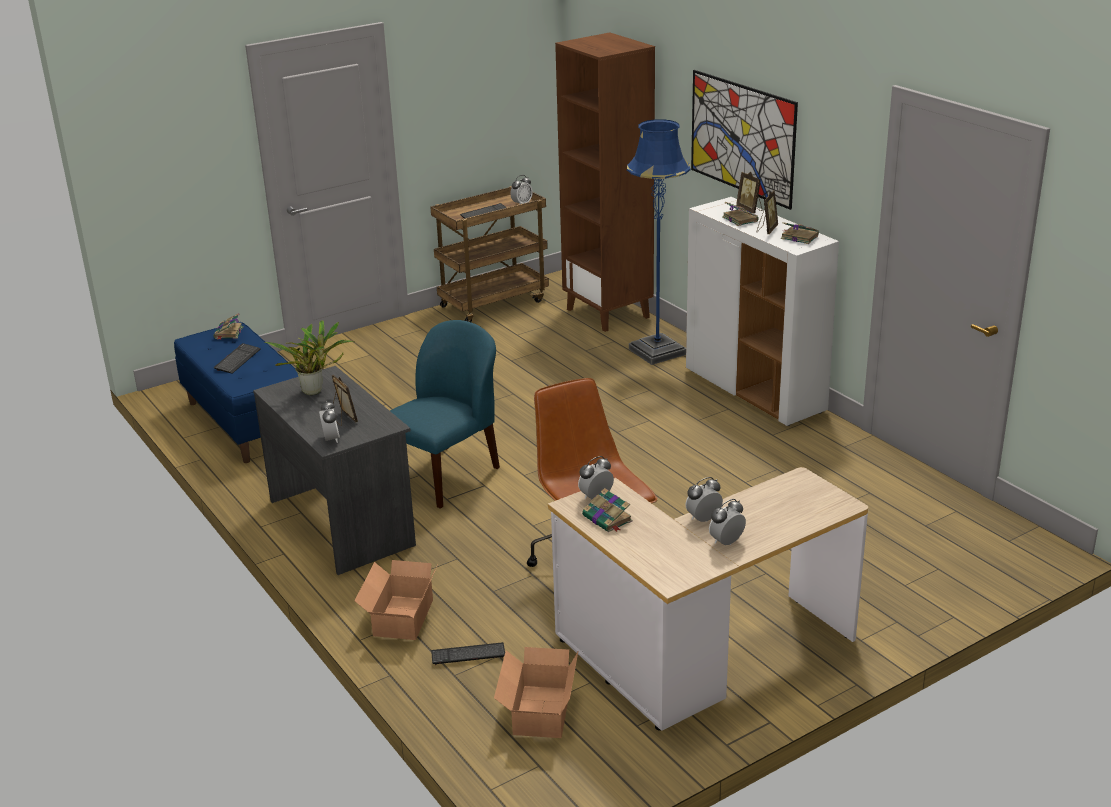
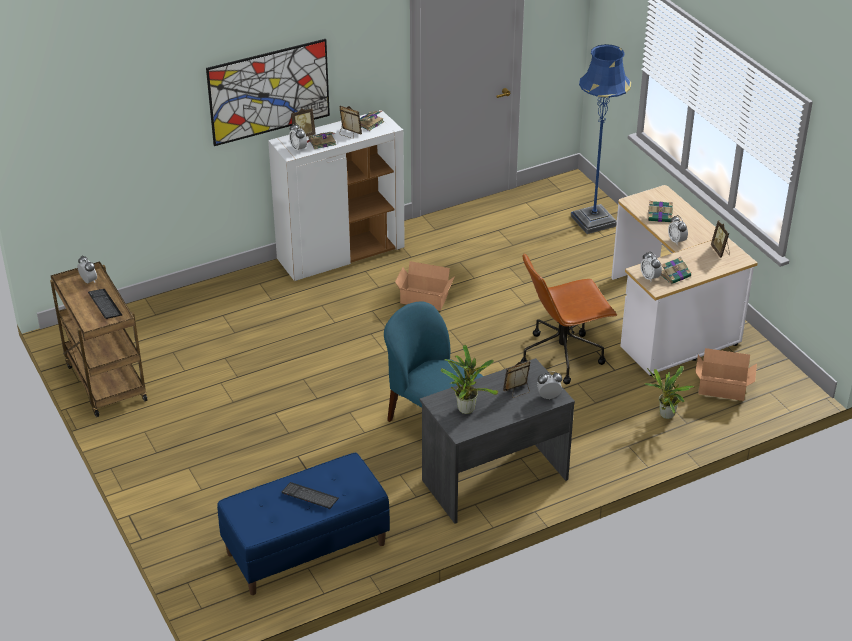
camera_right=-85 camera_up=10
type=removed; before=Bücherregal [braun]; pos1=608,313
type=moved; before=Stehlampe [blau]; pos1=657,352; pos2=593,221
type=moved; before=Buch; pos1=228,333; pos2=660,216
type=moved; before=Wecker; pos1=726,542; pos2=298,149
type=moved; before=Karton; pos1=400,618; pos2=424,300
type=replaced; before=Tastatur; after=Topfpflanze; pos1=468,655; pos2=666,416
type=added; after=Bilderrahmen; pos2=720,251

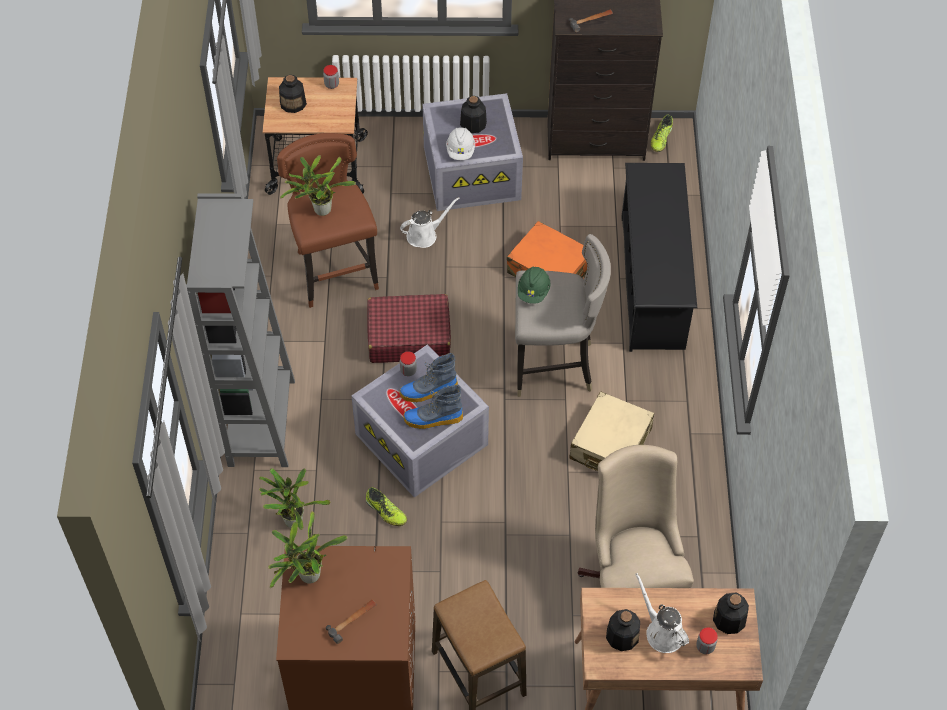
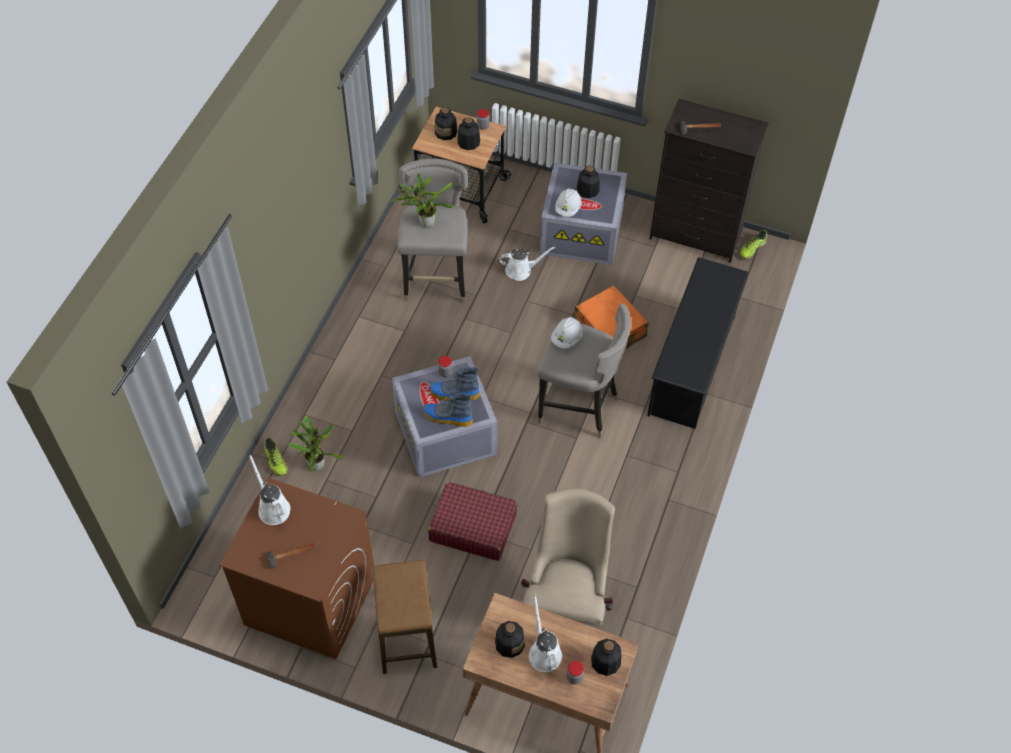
camera_right=20 camera_up=0
type=recoloured; before=Hocker [braun]; after=Hocker [grau]; pos1=335,271; pos2=437,278
type=removed; before=Bücherregal [grau]; pos1=261,423
type=recoloured; before=Schutzhelm [grün]; after=Schutzhelm [weiß]; pos1=533,291; pos2=567,338
type=moved; before=Koffer [rot]; pos1=408,336; pos2=472,527
type=removed; before=Koffer [beige]; pos1=610,444
type=moved; before=Schuh; pos1=386,511; pos2=275,461
type=replaced; before=Topfpflanze; after=Gießkanne [weiß]; pos1=307,577; pos2=272,507
type=added; after=Flasche; pos2=468,142

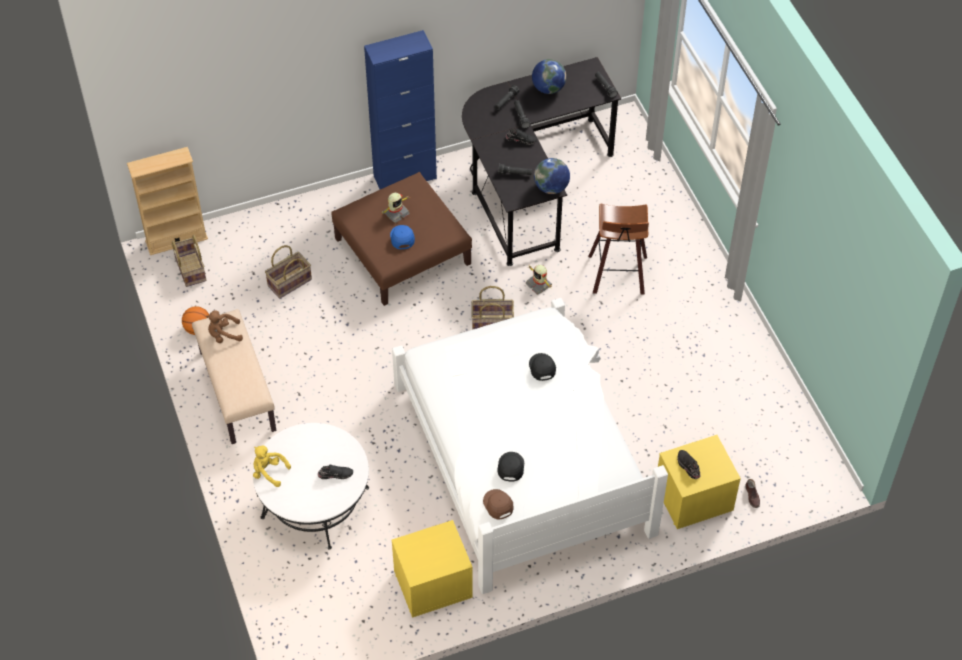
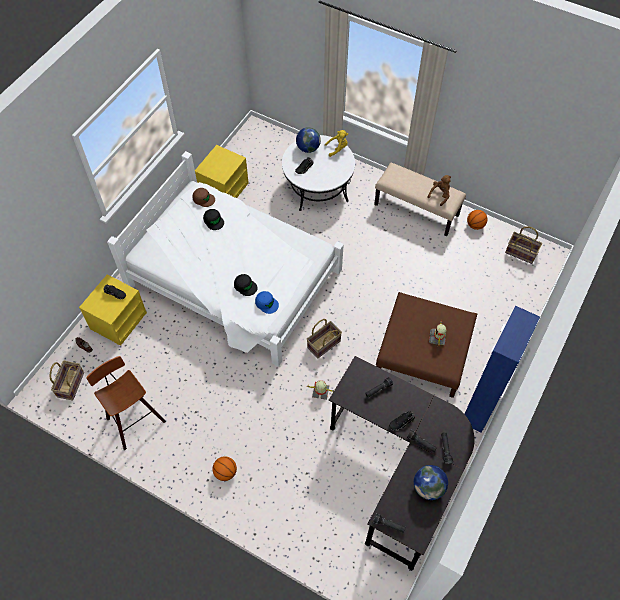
camera_right=140 camera_up=5
type=removed; before=Bücherregal [beige]; pos1=176,240
type=moved; before=Globus; pos1=551,188; pos2=308,148
type=moved; before=Hocker; pos1=618,276; pos2=133,420
type=moved; before=Kappe [blau]; pos1=402,238; pos2=266,303
type=moved; before=Korb; pos1=290,283; pos2=70,384
type=added; after=Basketball; pos2=225,472

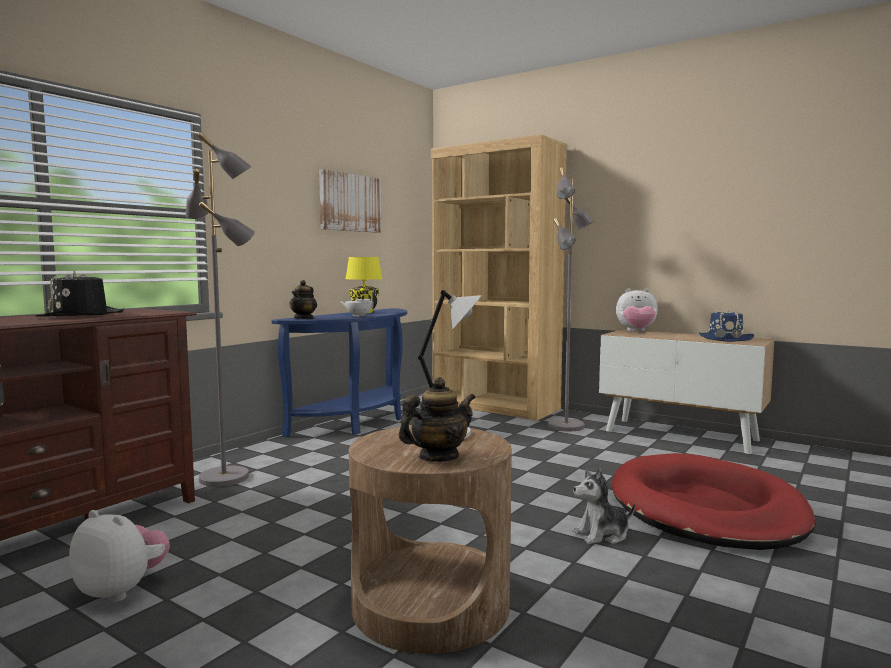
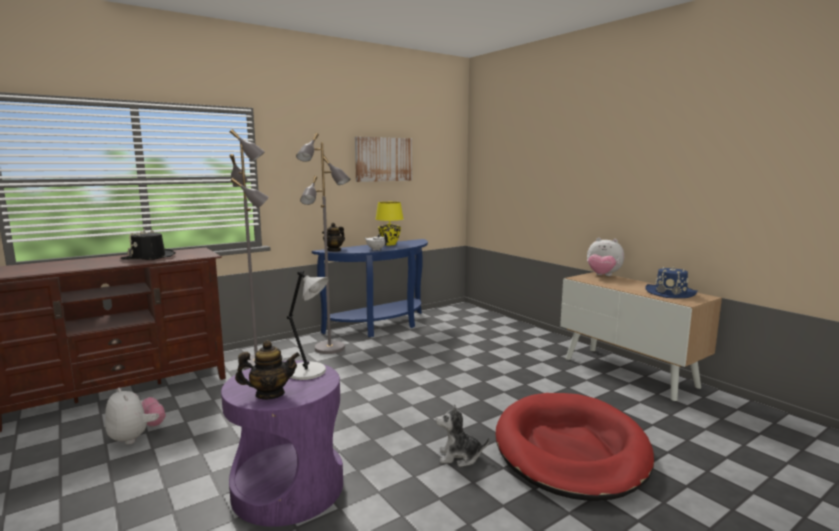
camera_right=20 camera_up=5
type=removed; before=Bücherregal [braun]; pos1=495,406
type=moved; before=Stehlampe [grau]; pos1=567,426; pos2=330,349
type=recoloured; before=Beistelltisch [braun]; after=Beistelltisch [lila]; pos1=430,605; pos2=287,488

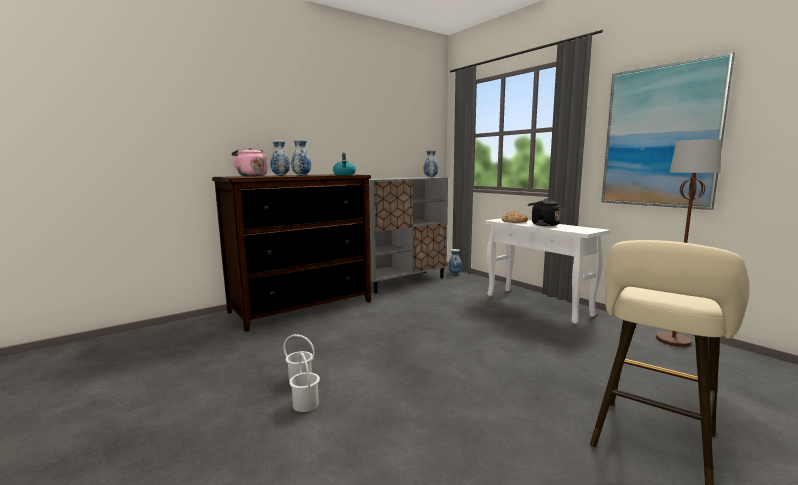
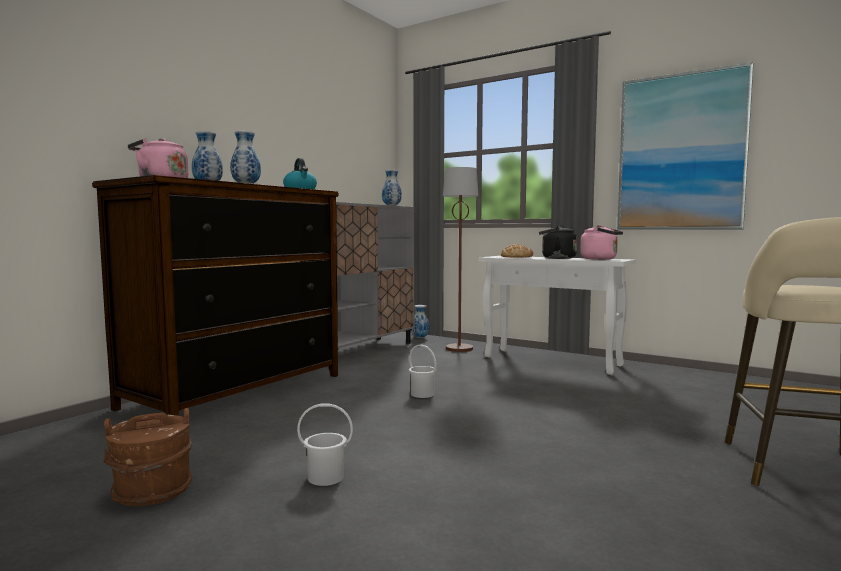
camera_right=-20 camera_up=-5
type=moved; before=Stehlampe [braun]; pos1=673,340; pos2=459,348
type=moved; before=Eimer [weiß]; pos1=305,404; pos2=422,394
type=added; after=Wasserkessel [rosa]; pos2=601,259
type=added; after=Eimer [braun]; pos2=152,491

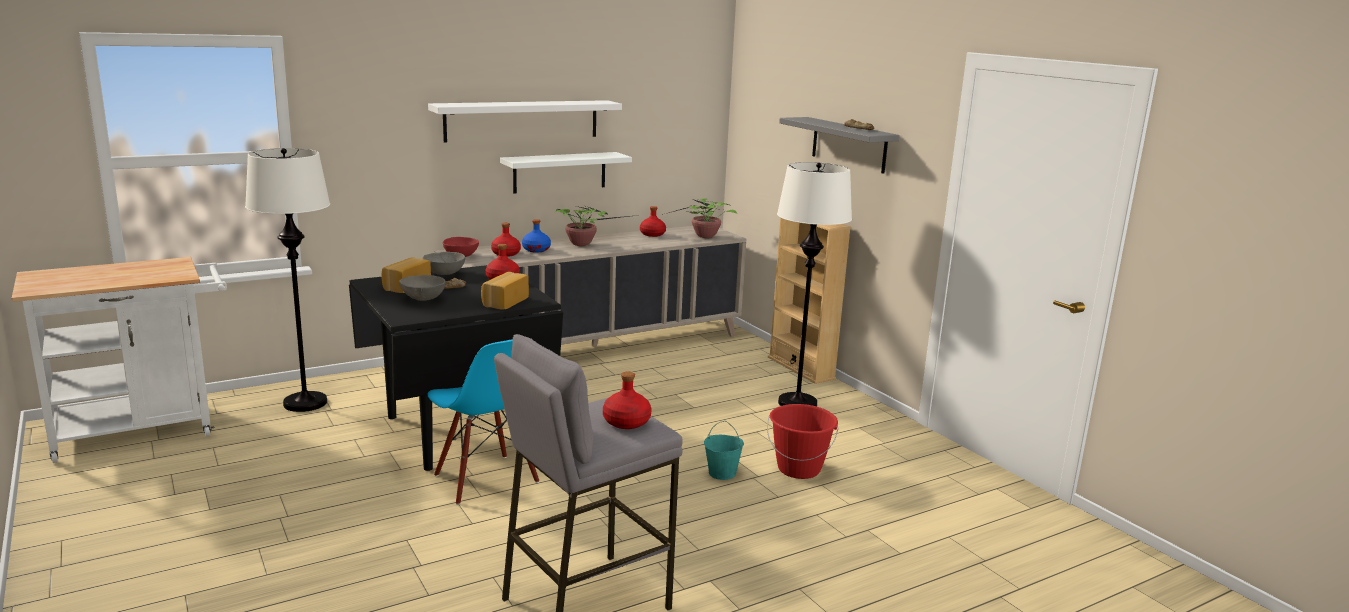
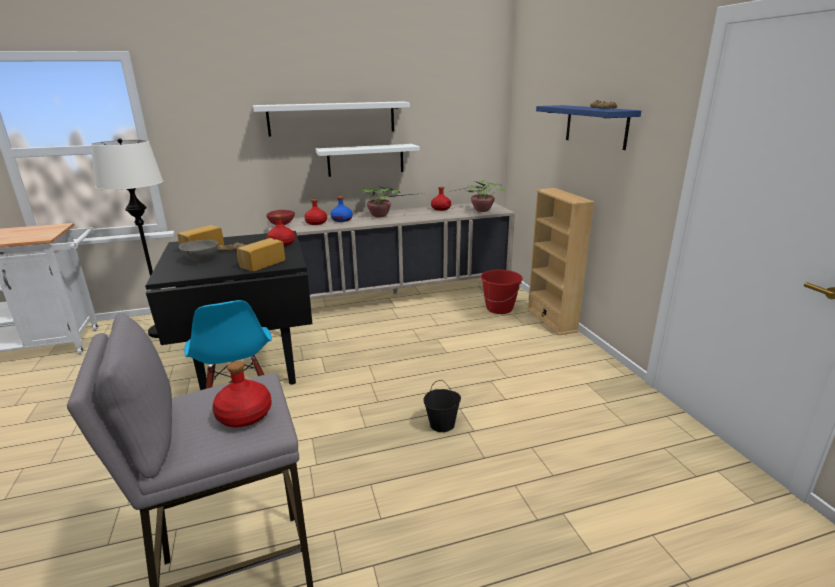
camera_right=15 camera_up=5
type=recoloured; before=Wandregal [grau]; after=Wandregal [blau]; pos1=849,144; pos2=596,126
type=removed; before=Stehlampe [weiß]; pos1=798,403
type=removed; before=Schüssel [grau]; pos1=444,273
type=moved; before=Eimer [rot]; pos1=799,469; pos2=499,308
type=recoloured; before=Eimer [türkis]; after=Eimer [schwarz]; pos1=722,473; pos2=442,424

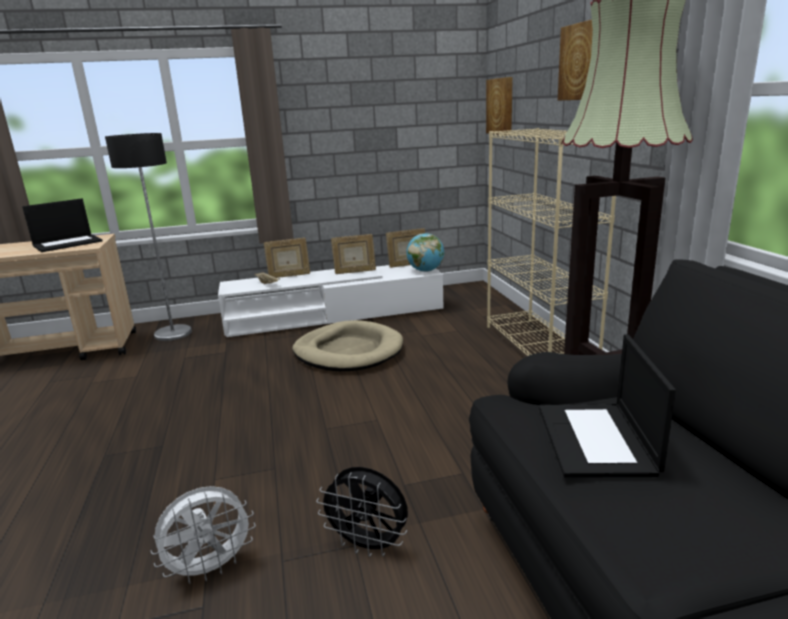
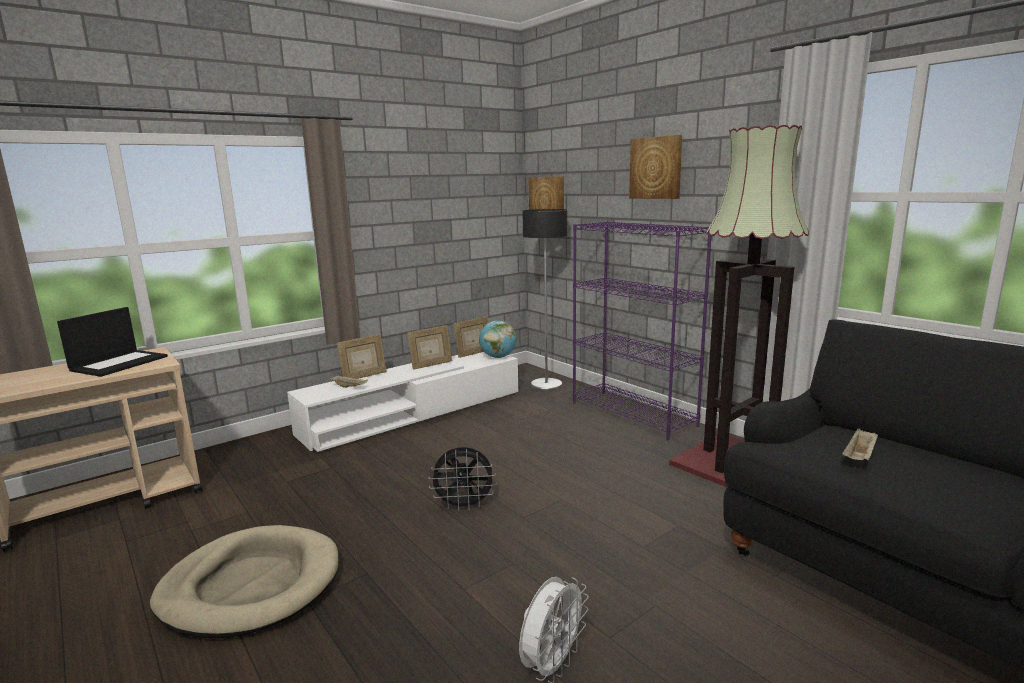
camera_right=-25 camera_up=-5
type=recoloured; before=Bücherregal [beige]; after=Bücherregal [lila]; pos1=539,348; pos2=633,414
type=moved; before=Stehlampe; pos1=172,333; pos2=546,385
type=moved; before=Hundebett [beige]; pos1=348,351; pos2=251,585
type=replaced; before=Laptop; after=Tablett [beige]; pos1=597,440; pos2=859,457
type=moved; before=Ventilator [schwarz]; pos1=368,545; pos2=464,506

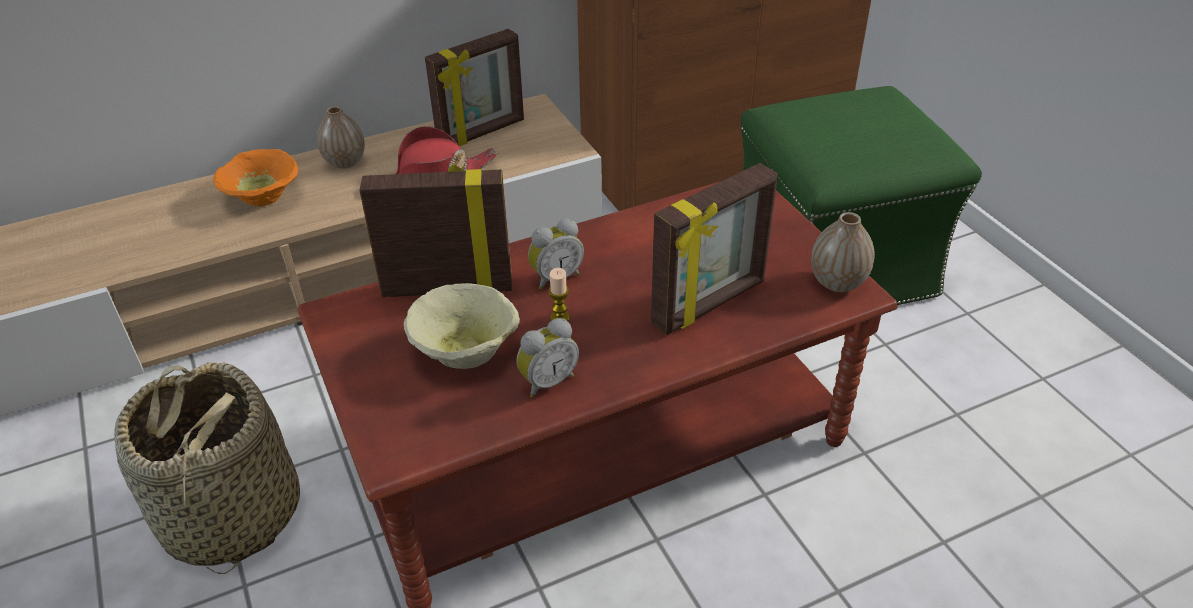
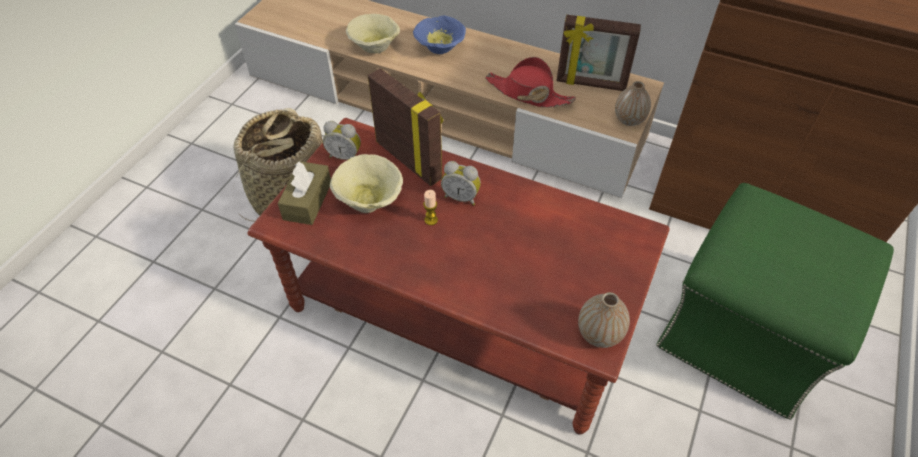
camera_right=50 camera_up=10
type=moved; before=Vase; pos1=345,162; pos2=629,120
type=recoloured; before=Schüssel [orange]; after=Schüssel [blau]; pos1=262,199; pos2=438,48
type=removed; before=Bilderrahmen; pos1=710,304
type=moved; before=Wecker; pos1=547,381; pos2=345,156
type=added; after=Schüssel [beige]; pos2=375,46
type=added; after=Taschentuchbox [braun]; pos2=307,201

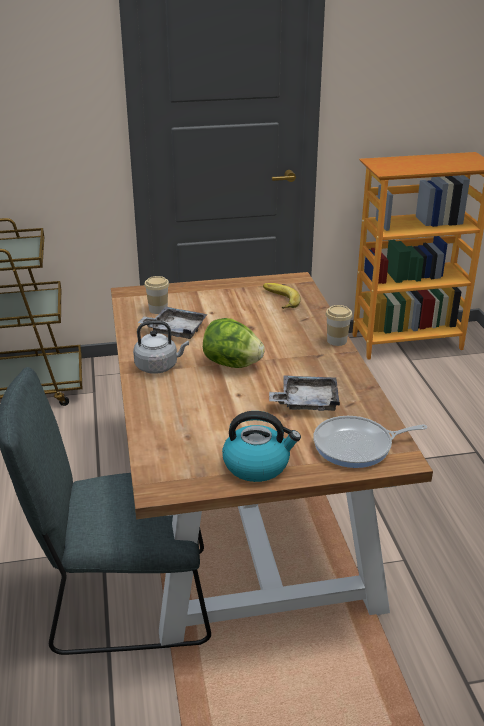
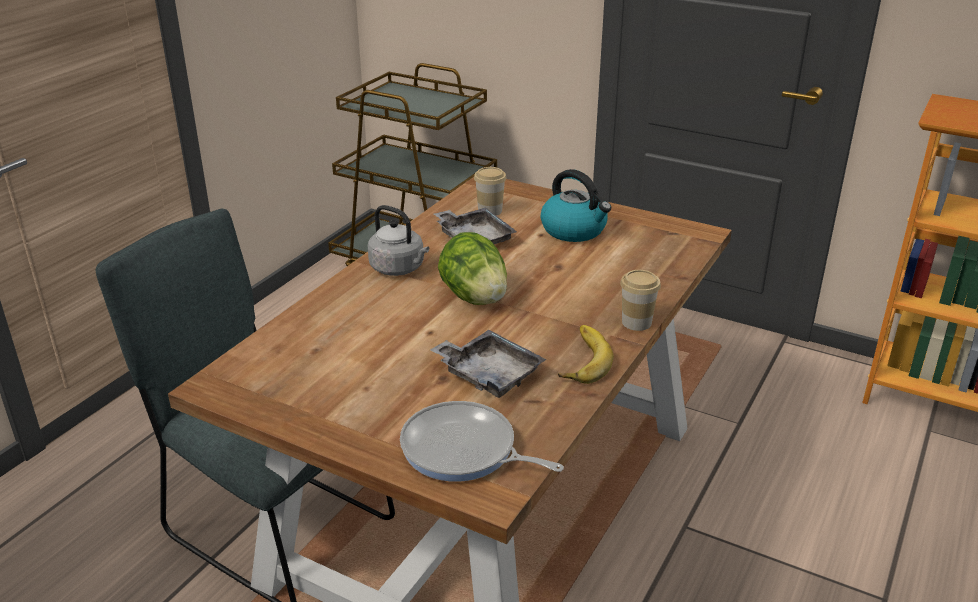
camera_right=40 camera_up=0
type=moved; before=Banane; pos1=278,299; pos2=580,359
type=moved; before=Wasserkessel; pos1=257,465; pos2=574,230

